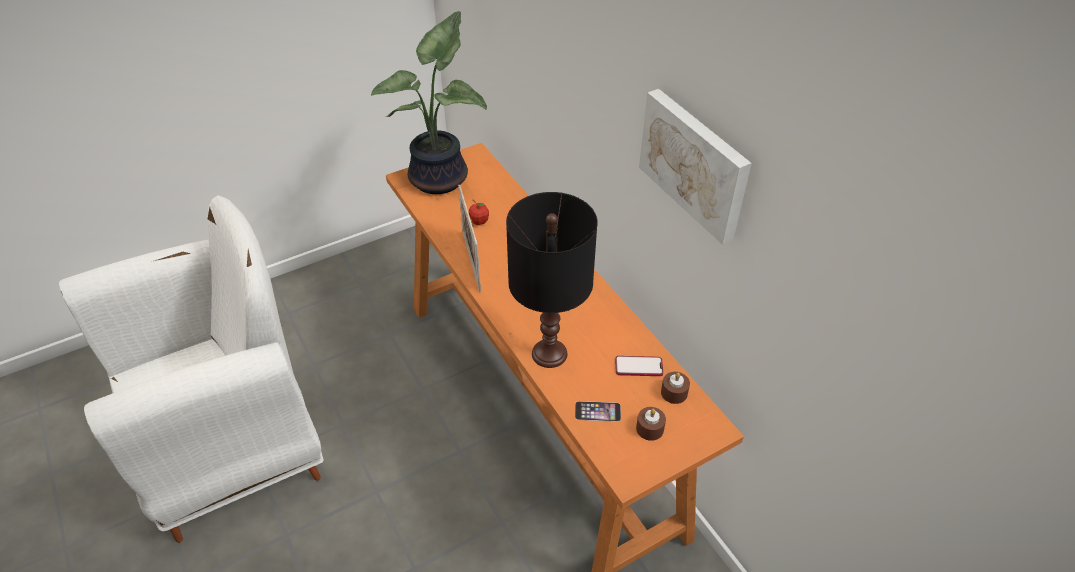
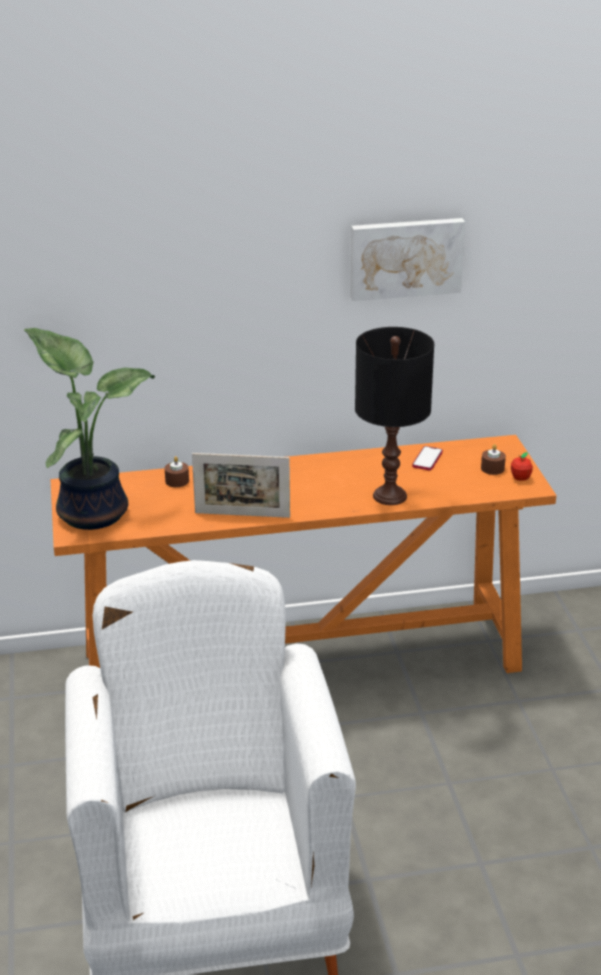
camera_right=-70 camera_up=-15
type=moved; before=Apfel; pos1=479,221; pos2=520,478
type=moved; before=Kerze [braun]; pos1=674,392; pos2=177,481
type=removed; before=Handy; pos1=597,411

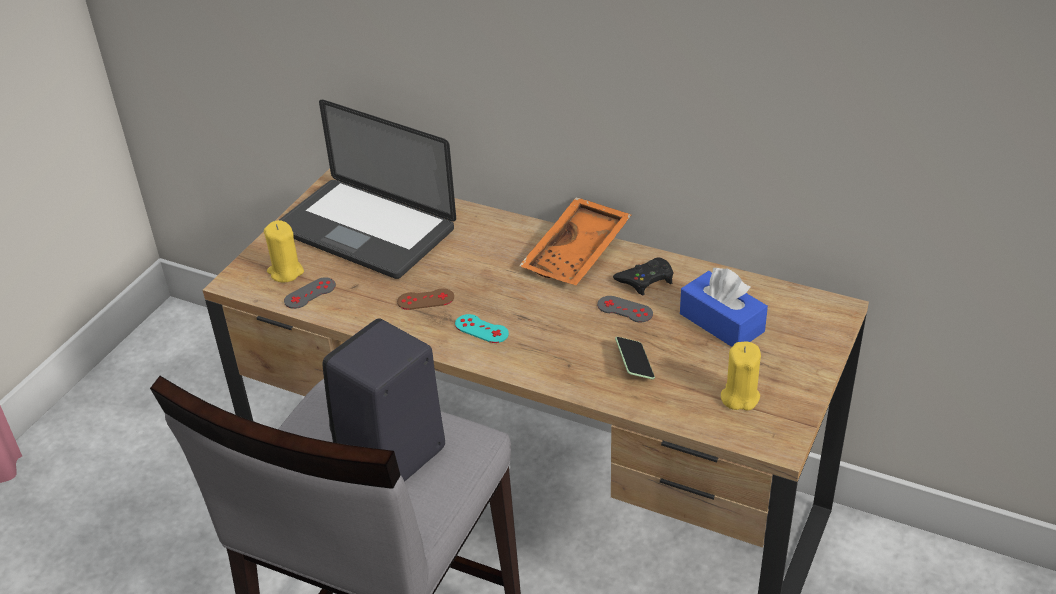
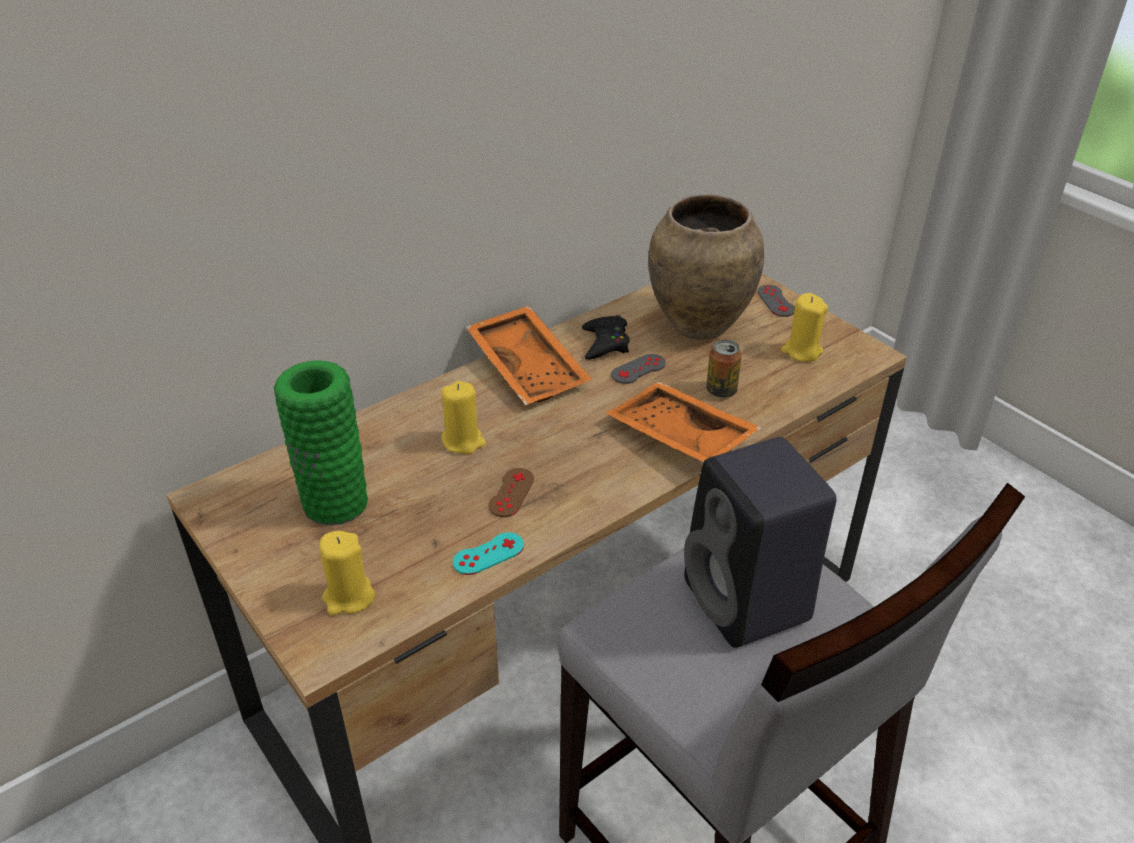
camera_right=-65 camera_up=0
type=replaced; before=Laptop; after=Vase [grün]; pos1=365,230; pos2=335,502
type=replaced; before=Taschentuchbox [blau]; after=Vase [braun]; pos1=721,322; pos2=698,325
type=moved; before=Gamepad [grau]; pos1=310,293; pos2=775,301
type=moved; before=Gamepad [türkis]; pos1=481,329; pos2=488,554
type=replaced; before=Handy; after=Dose; pos1=634,364; pos2=721,390
type=added; after=Kerze [gelb]; pos2=463,441
type=added; after=Tablett [orange]; pos2=678,438

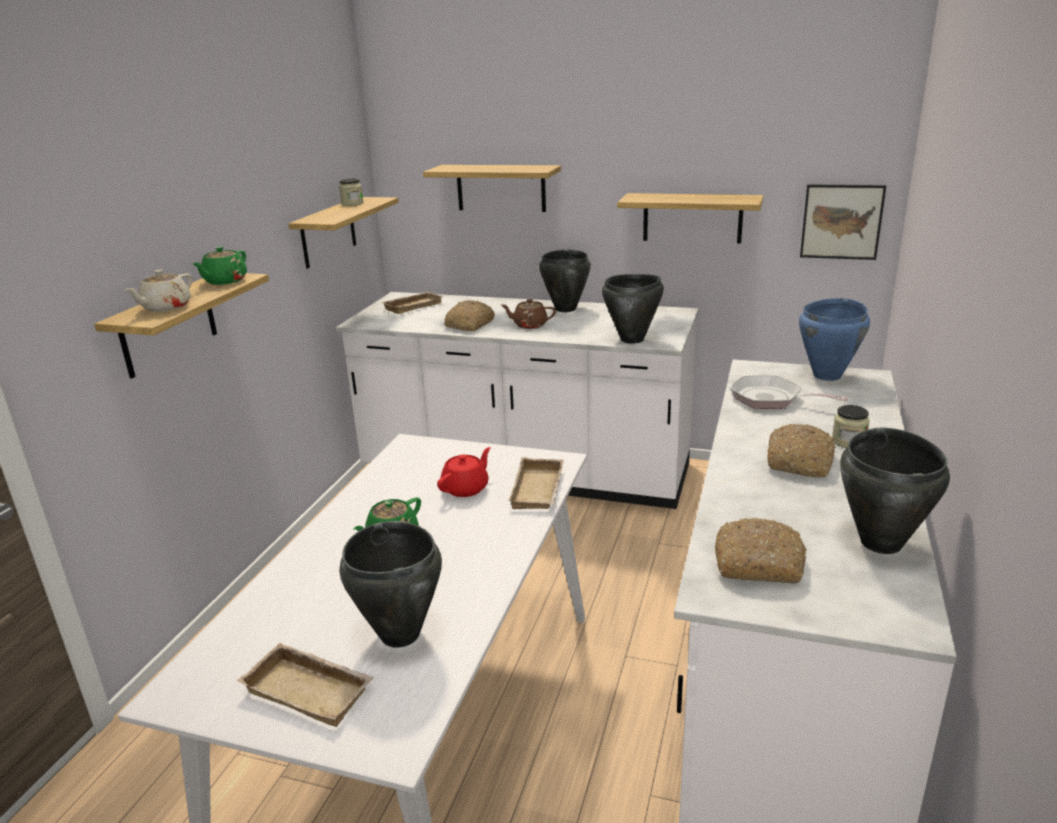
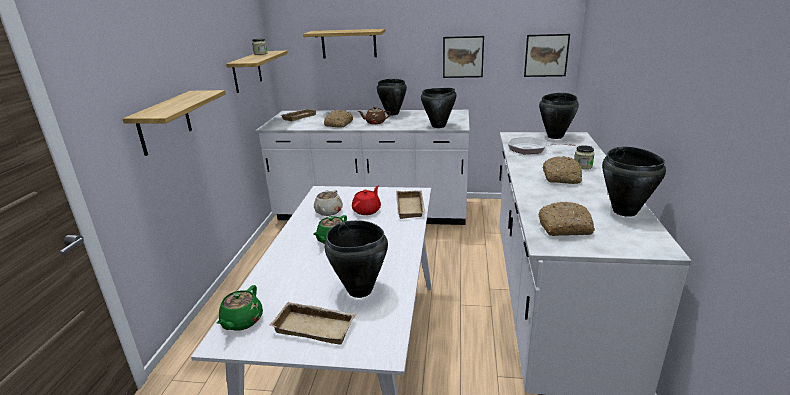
camera_right=-10 camera_up=0
type=replaced; before=Wandregal; after=Bild; pos1=692,218; pos2=463,57
type=moved; before=Teekanne [grün]; pos1=224,281; pos2=241,321
type=moved; before=Teekanne [beige]; pos1=166,308; pos2=328,212
type=recoloured; before=Kochtopf [blau]; after=Kochtopf [schwarz]; pos1=828,375; pos2=555,136

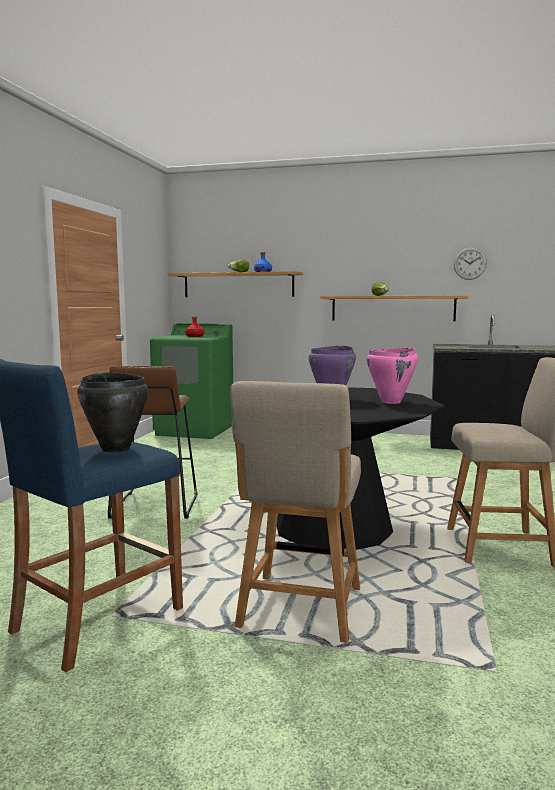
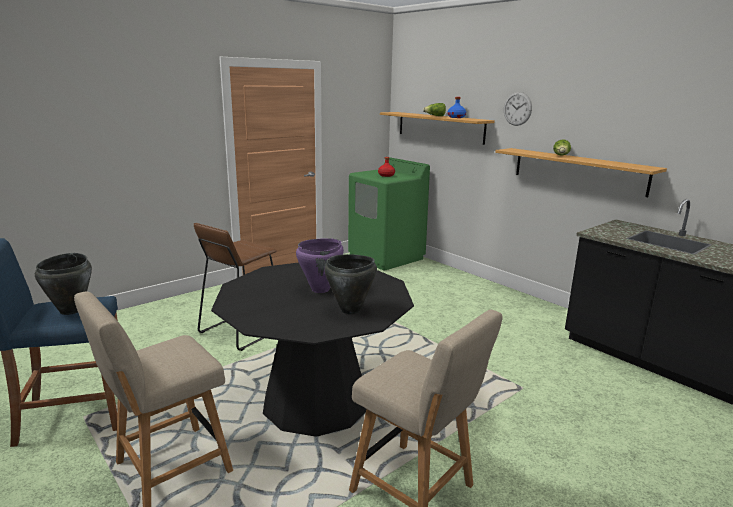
camera_right=35 camera_up=10
type=moved; before=Wanduhr; pos1=470,263; pos2=517,108
type=recoloured; before=Kochtopf [rosa]; after=Kochtopf [schwarz]; pos1=391,402; pos2=350,310

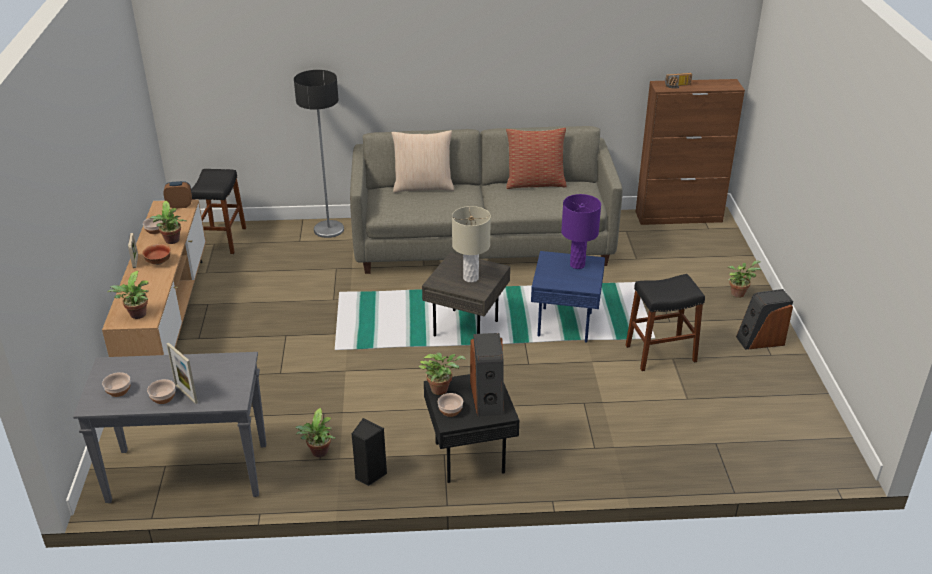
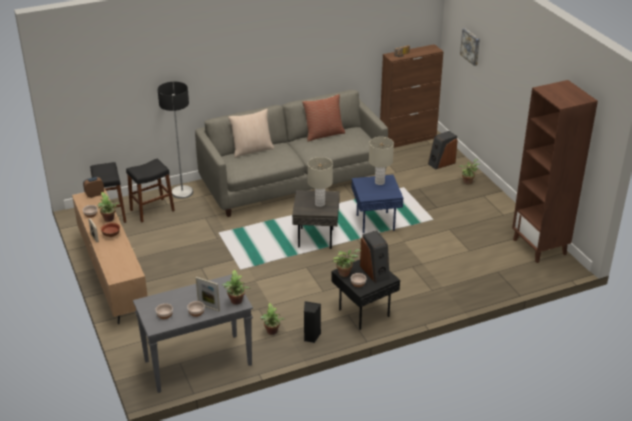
camera_right=-20 camera_up=0
type=recoloured; before=Tischlampe [lila]; after=Tischlampe [beige]; pos1=577,265; pos2=379,182
type=moved; before=Topfpflanze; pos1=137,315; pos2=236,302
type=moved; before=Hocker [schwarz]; pos1=660,353; pos2=152,210
type=moved; before=Lautsprecher; pos1=760,340; pos2=441,163
type=added; after=Bild; pos2=471,46
type=added; after=Bücherregal [braun]; pos2=540,247

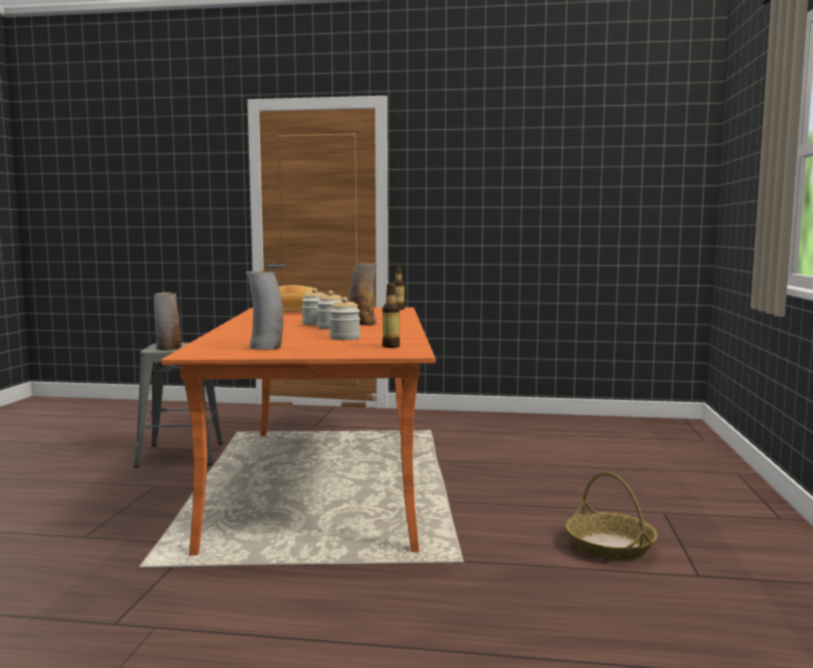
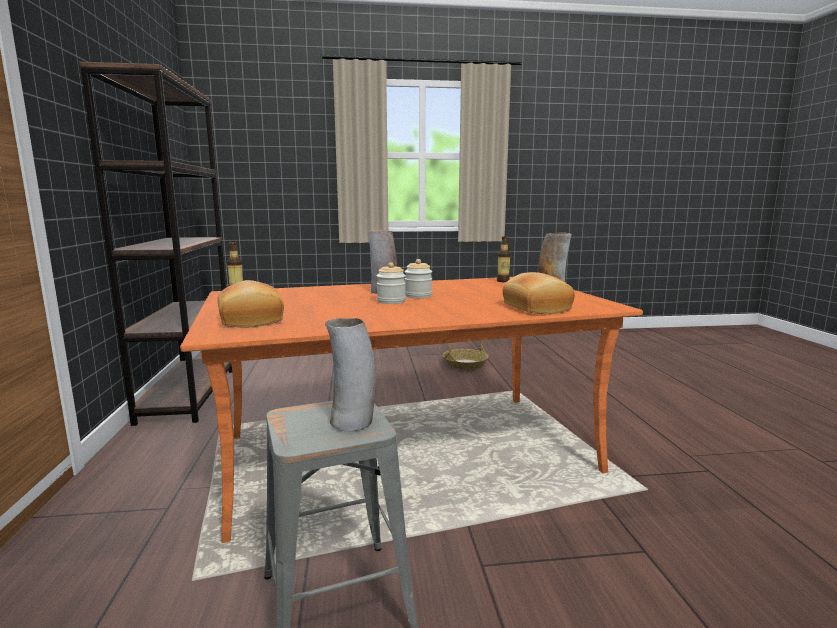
camera_right=-105 camera_up=5
type=removed; before=Vorratsglas; pos1=345,338
type=added; after=Bücherregal [braun]; pos2=189,394
type=added; after=Brot; pos2=535,308

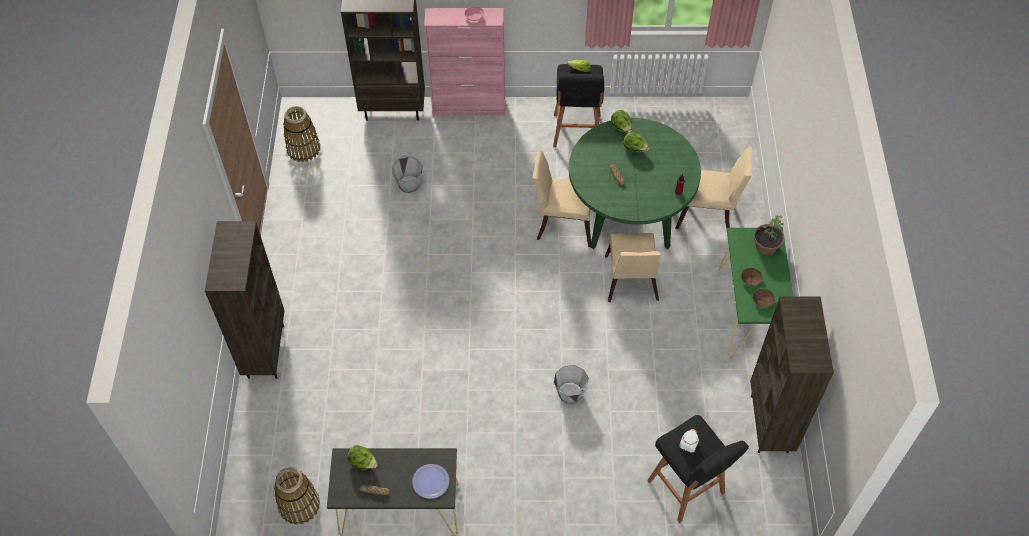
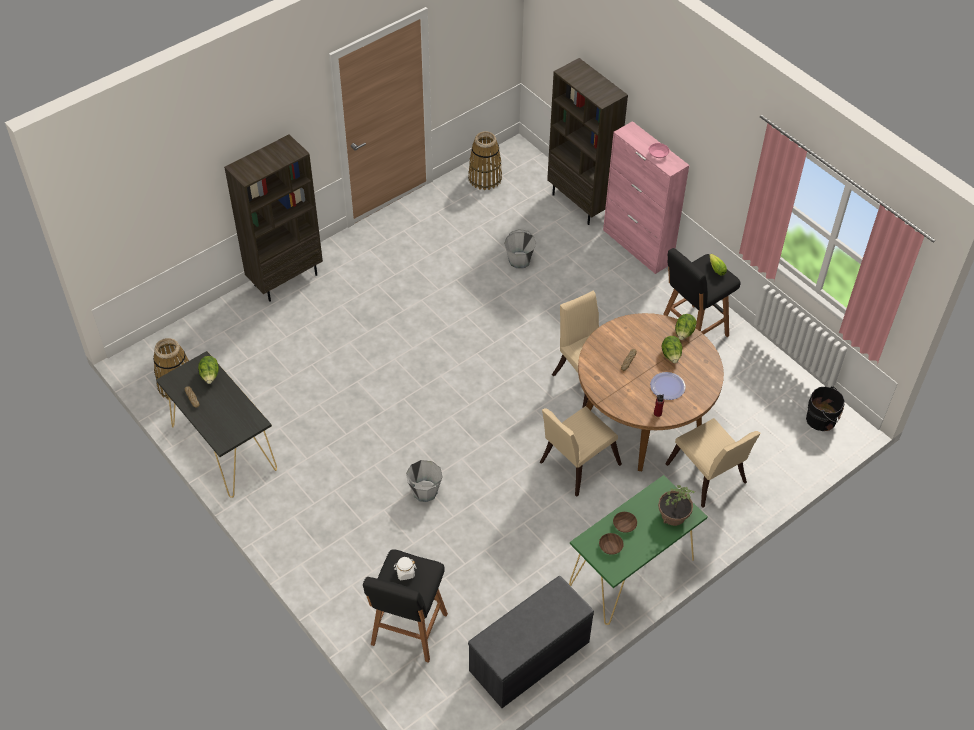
camera_right=50 camera_up=-5
type=recoloured; before=Esstisch [grün]; after=Esstisch [braun]; pos1=628,217; pos2=642,422
type=replaced; before=Bücherregal [braun]; after=Bank [grau]; pos1=770,424; pos2=529,657
type=moved; before=Teller; pos1=430,481; pos2=667,386
type=added; after=Eimer [schwarz]; pos2=822,419

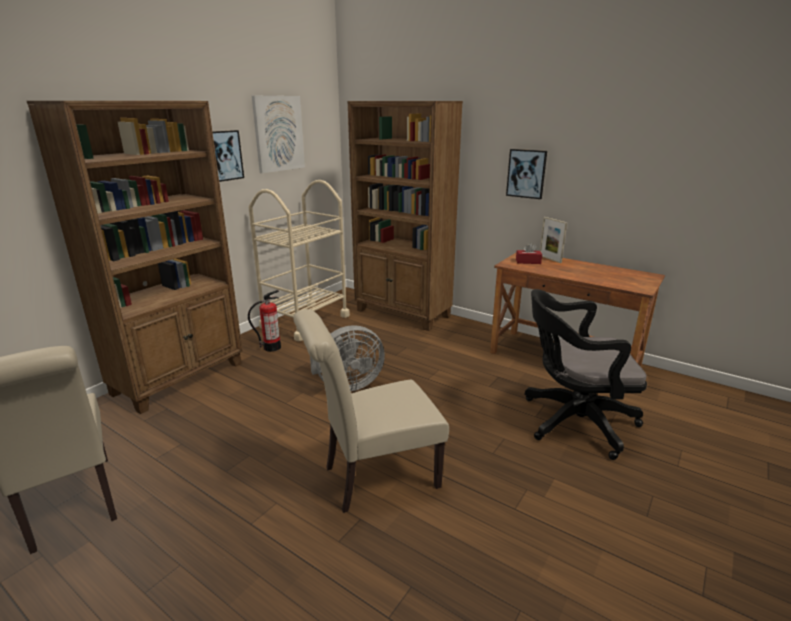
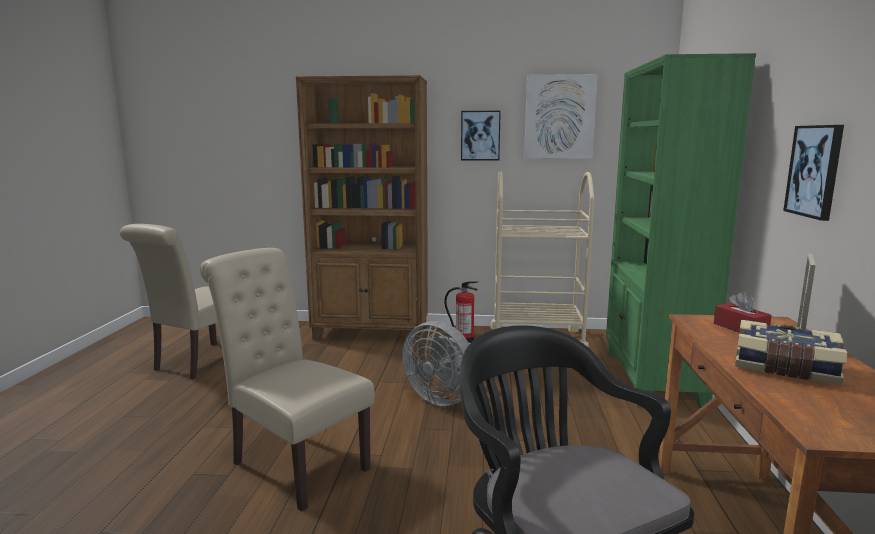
camera_right=60 camera_up=-10
type=recoloured; before=Bücherregal [braun]; after=Bücherregal [grün]; pos1=403,313; pos2=652,378
type=added; after=Buch; pos2=785,368

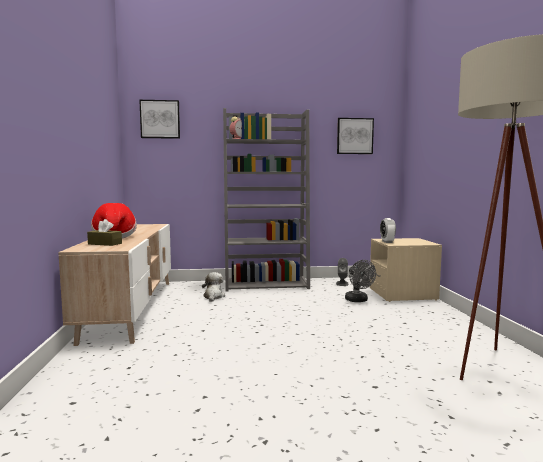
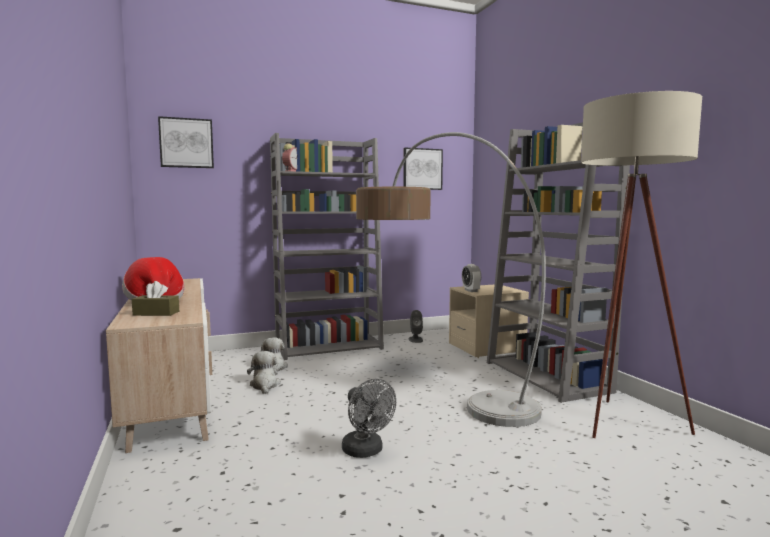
camera_right=-15 camera_up=0
type=moved; before=Ventilator [grau]; pos1=358,300; pos2=366,451
type=added; after=Bücherregal [grau]; pos2=547,377
type=added; after=Stehlampe; pos2=432,384
type=added; after=Plüschtier; pos2=264,385

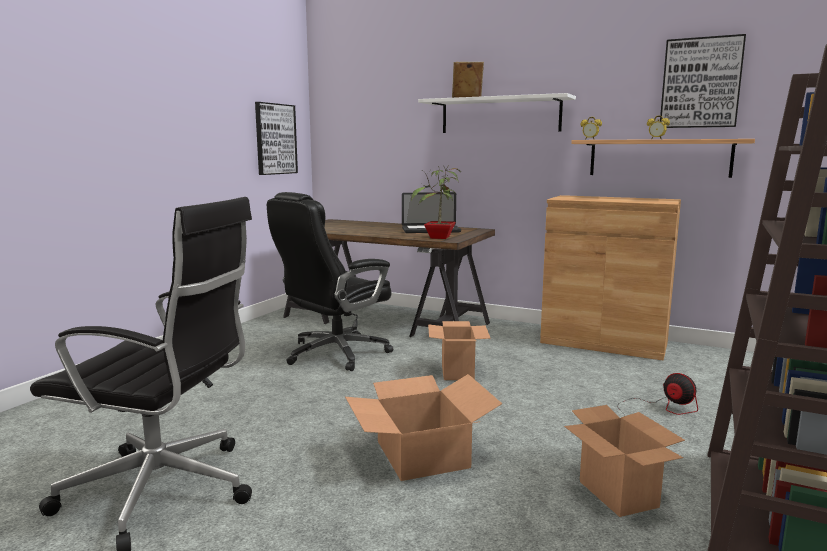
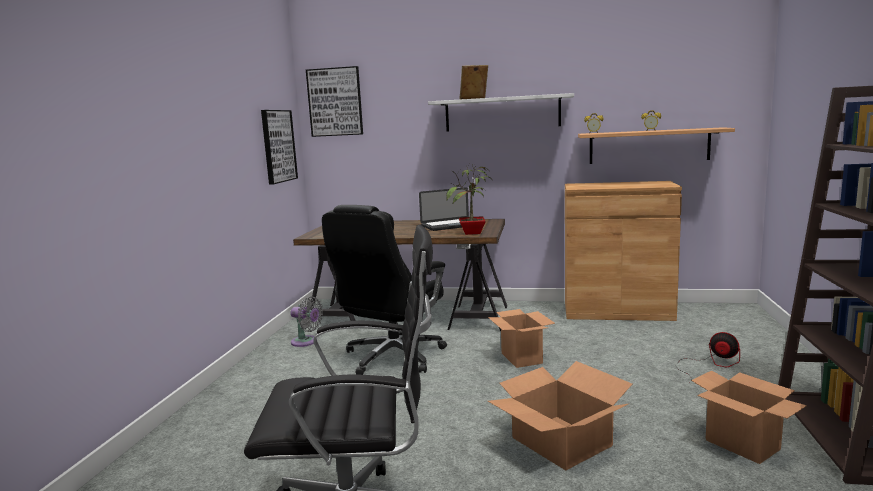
camera_right=-15 camera_up=0
type=moved; before=Bild; pos1=701,83; pos2=335,102
type=added; after=Ventilator [grau]; pos2=306,342

